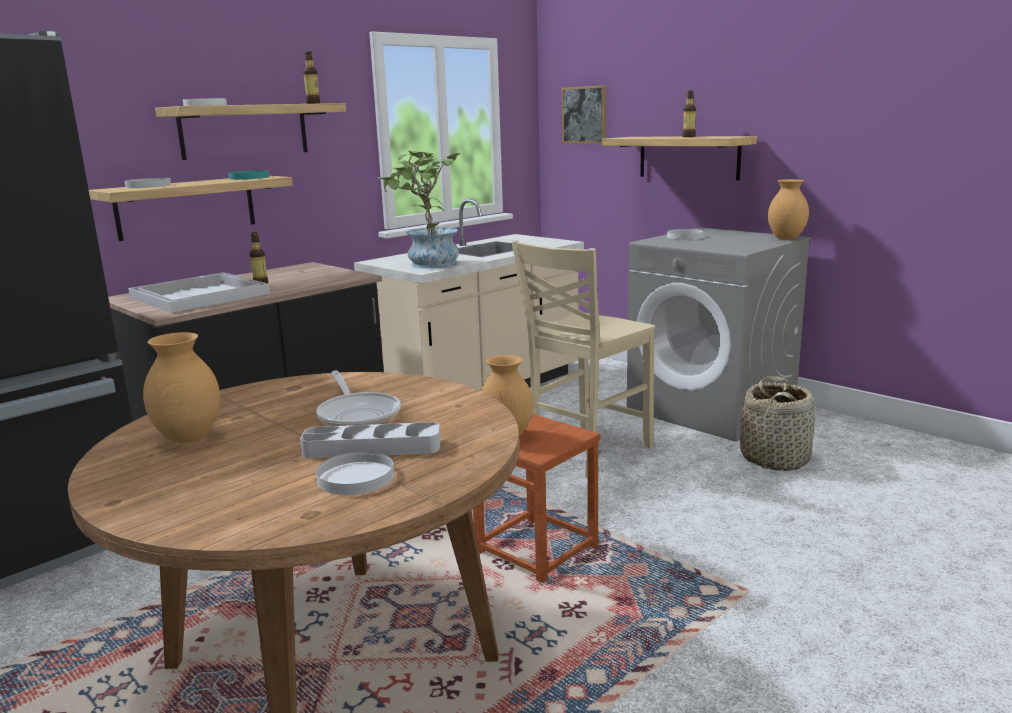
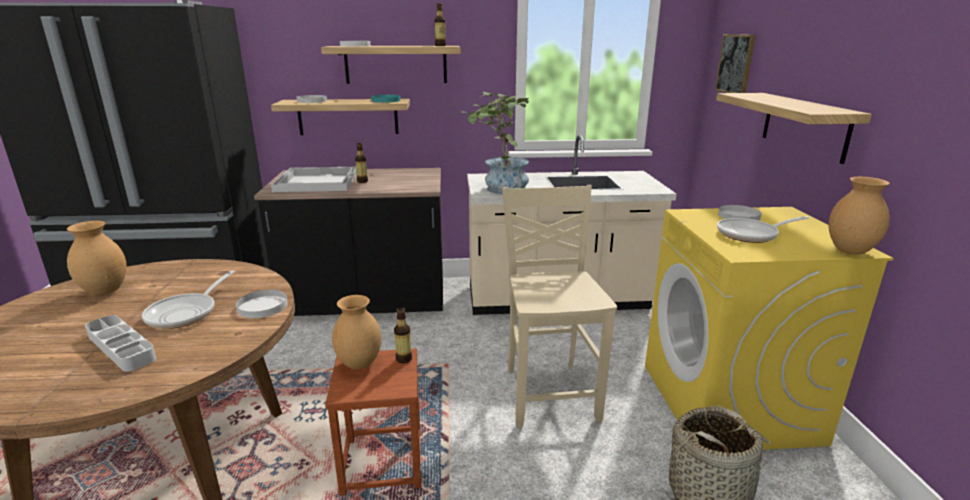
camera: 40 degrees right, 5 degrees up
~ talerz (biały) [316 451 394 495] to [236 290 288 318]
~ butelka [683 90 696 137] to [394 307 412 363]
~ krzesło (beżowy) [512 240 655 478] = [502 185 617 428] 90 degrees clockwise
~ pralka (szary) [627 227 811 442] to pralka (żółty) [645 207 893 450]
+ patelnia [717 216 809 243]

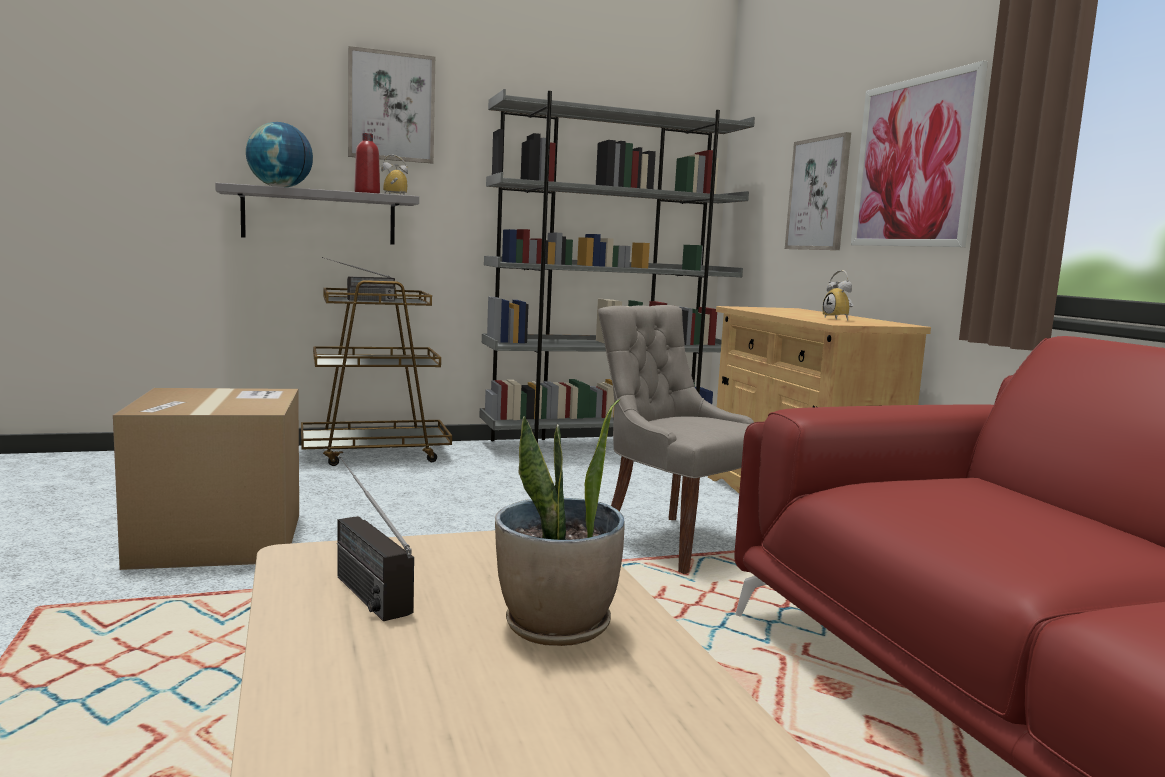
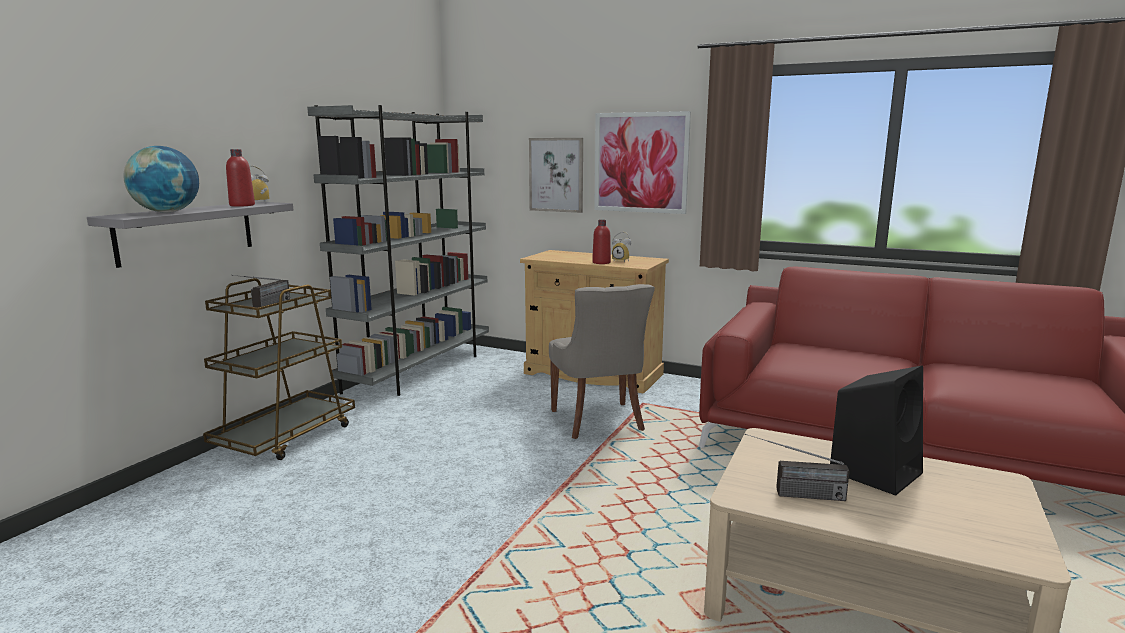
camera: 45 degrees left, 5 degrees up
~ krzesło (szary) [598 305 754 574] = [549 284 655 439] 105 degrees counterclockwise
+ butelka (czerwony) [592 220 611 264]
~ roślina doniczkowa [495 399 625 646] to głośnik (czarny) [830 366 923 496]
- karton [113 388 299 570]
- obraz [348 46 435 164]

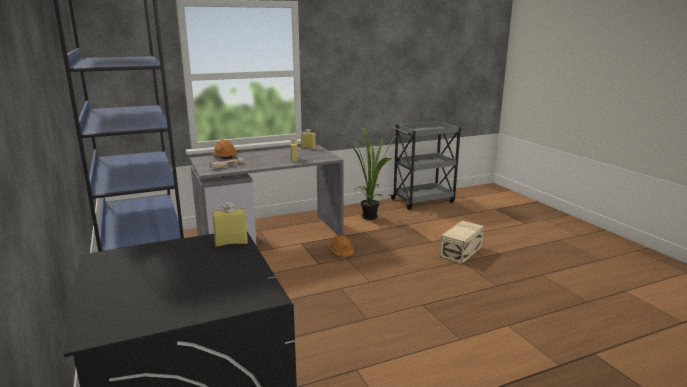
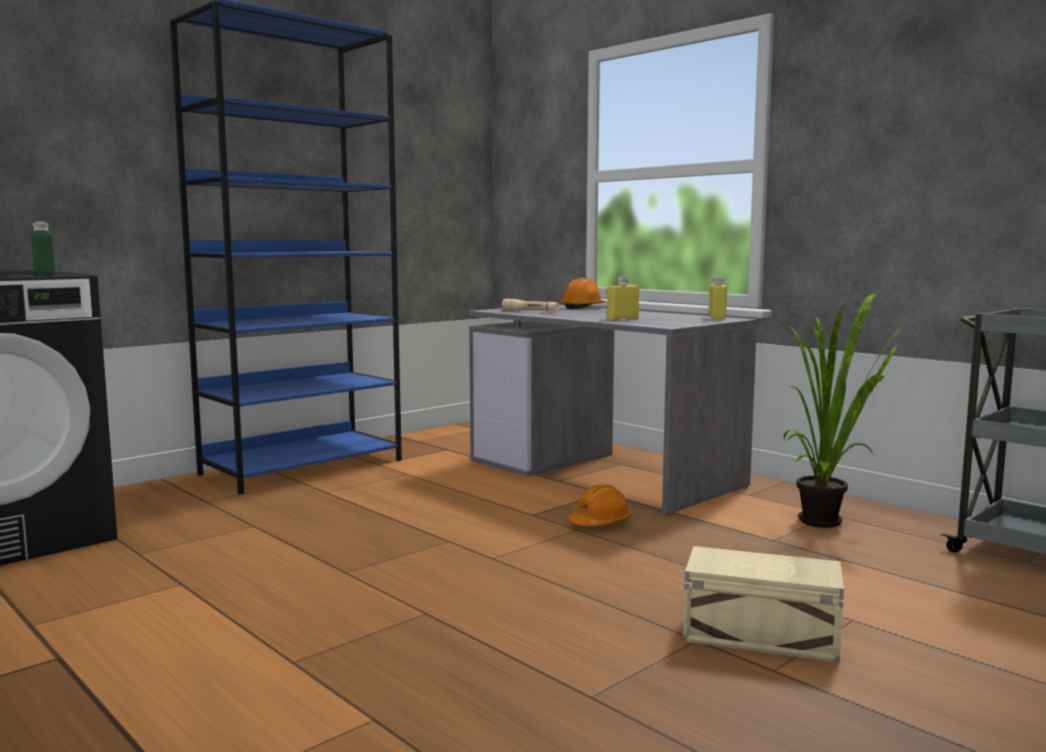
camera: 70 degrees right, 10 degrees down
~ butelka (żółty) [212 202 248 247] to butelka (zielony) [31 221 56 275]

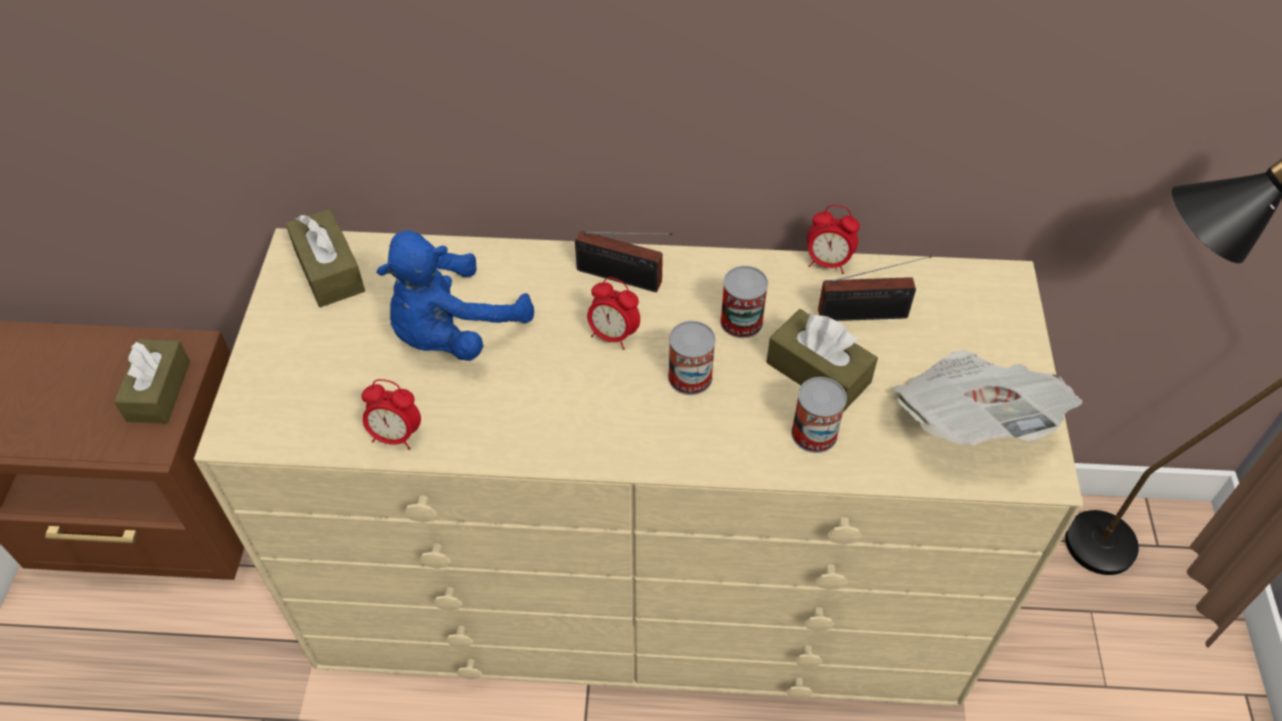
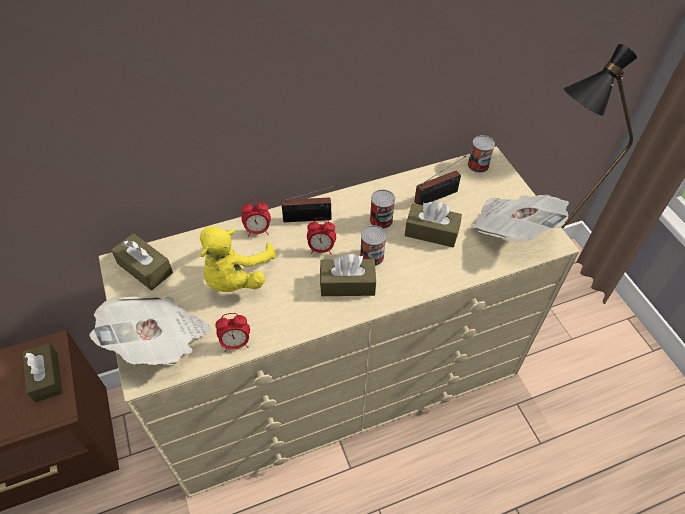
camera: 25 degrees left, 0 degrees up
+ gazeta [89 296 211 365]
~ pluszak (niebieski) [376 230 534 361] to pluszak (żółty) [200 227 276 292]
~ budzik [807 205 860 274] to [241 199 271 237]
+ pudełko chusteczek (brązowy) [320 254 376 296]
~ puszka [791 377 847 453] to [468 135 495 173]

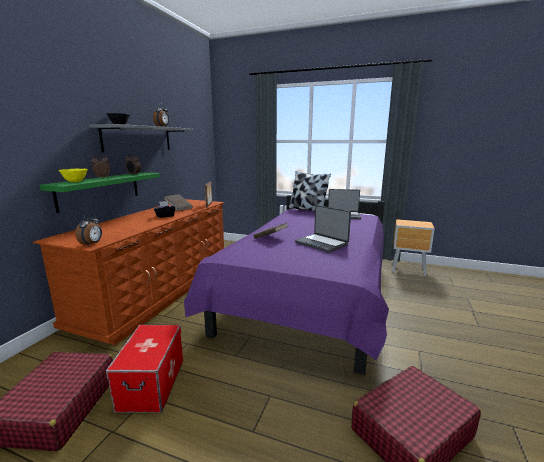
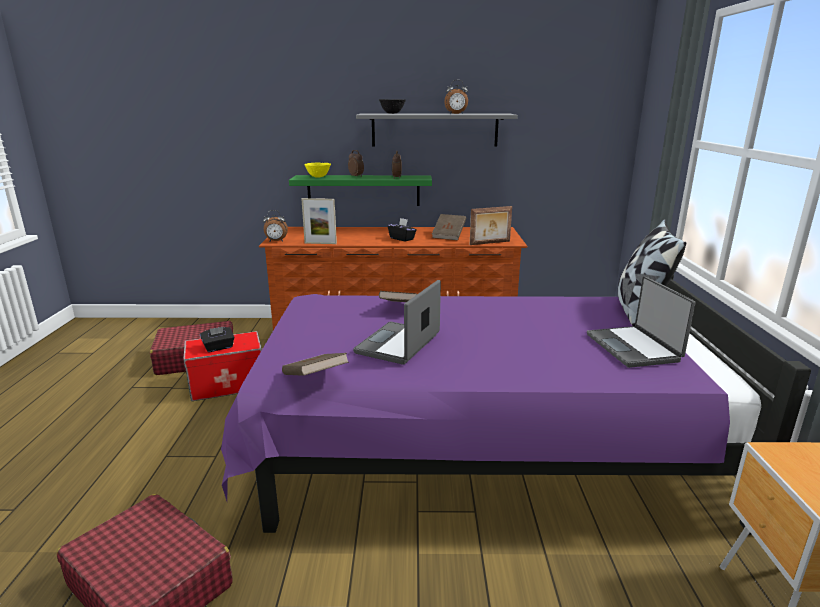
camera: 70 degrees right, 5 degrees up
+ pudełko chusteczek (czarny) [200 327 235 352]
+ książka (brązowy) [282 353 349 376]
+ ramka na zdjęcie [301 198 337 244]

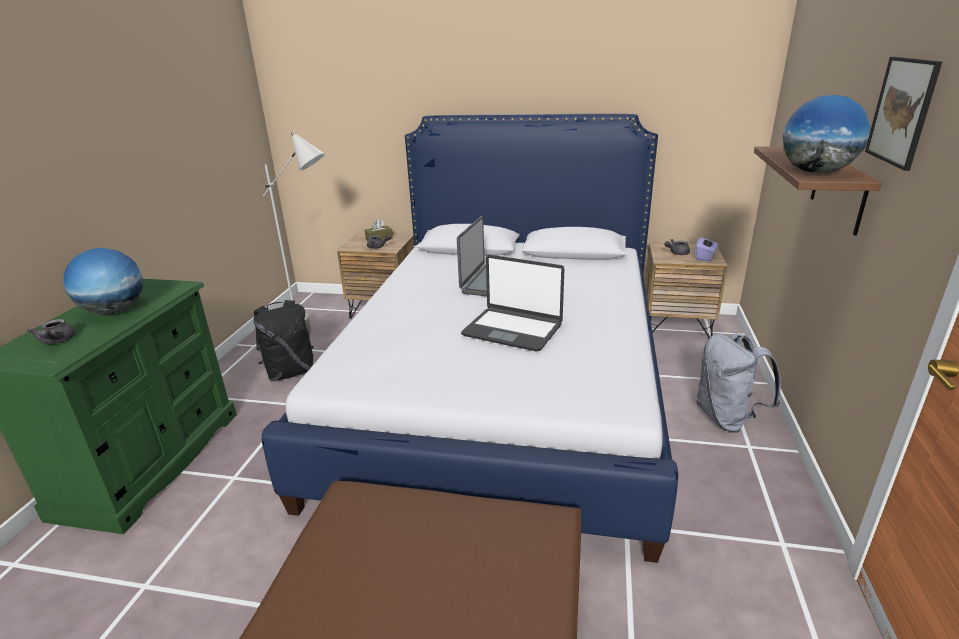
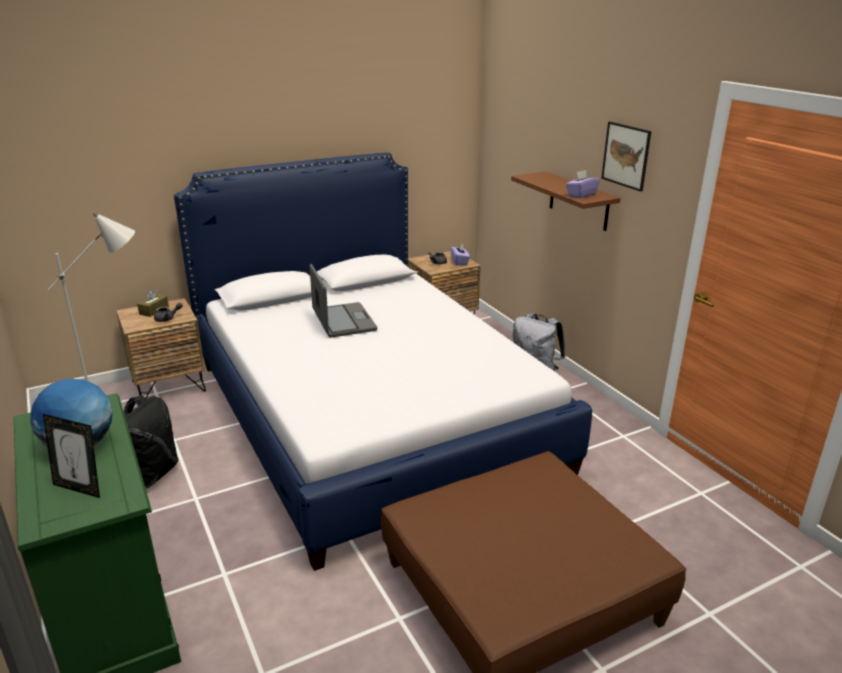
camera: 40 degrees left, 0 degrees up
~ imbryk (szary) [27 319 75 344] to ramka na zdjęcie [43 414 100 498]
~ globus [783 95 870 174] to pudełko chusteczek (fioletowy) [566 170 600 198]
- laptop [461 255 564 352]

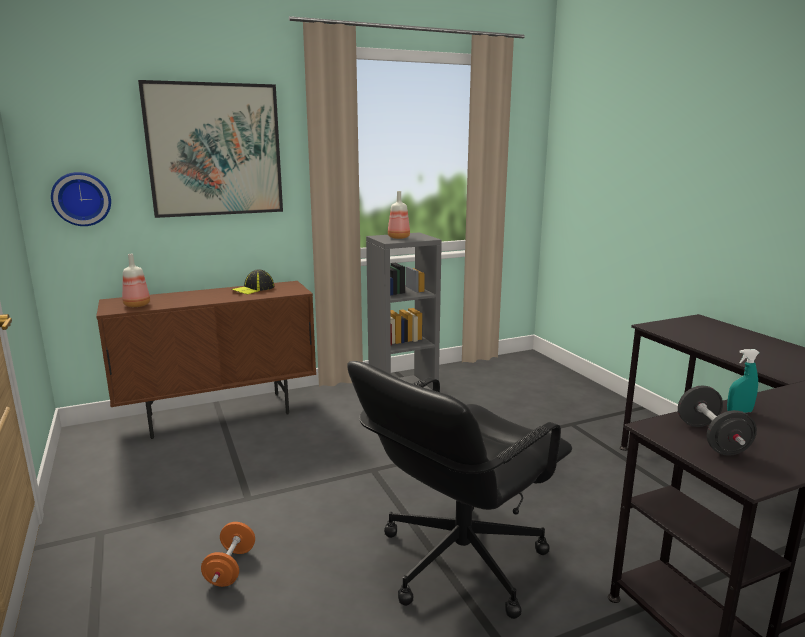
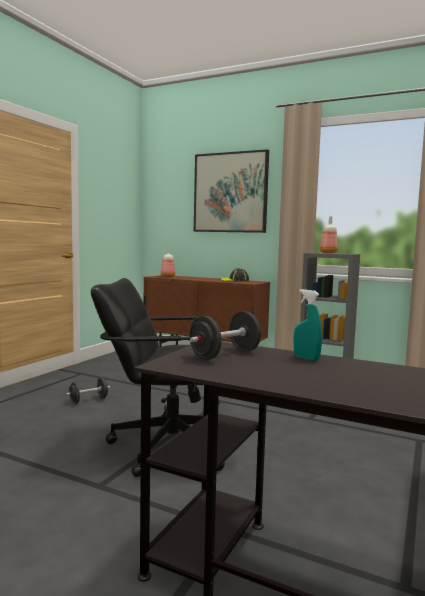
camera: 50 degrees right, 10 degrees down
~ hantel (pomarańczowy) [201 522 255 587] to hantel (czarny) [66 378 110 404]
- zegar ścienny [51 172 111 226]

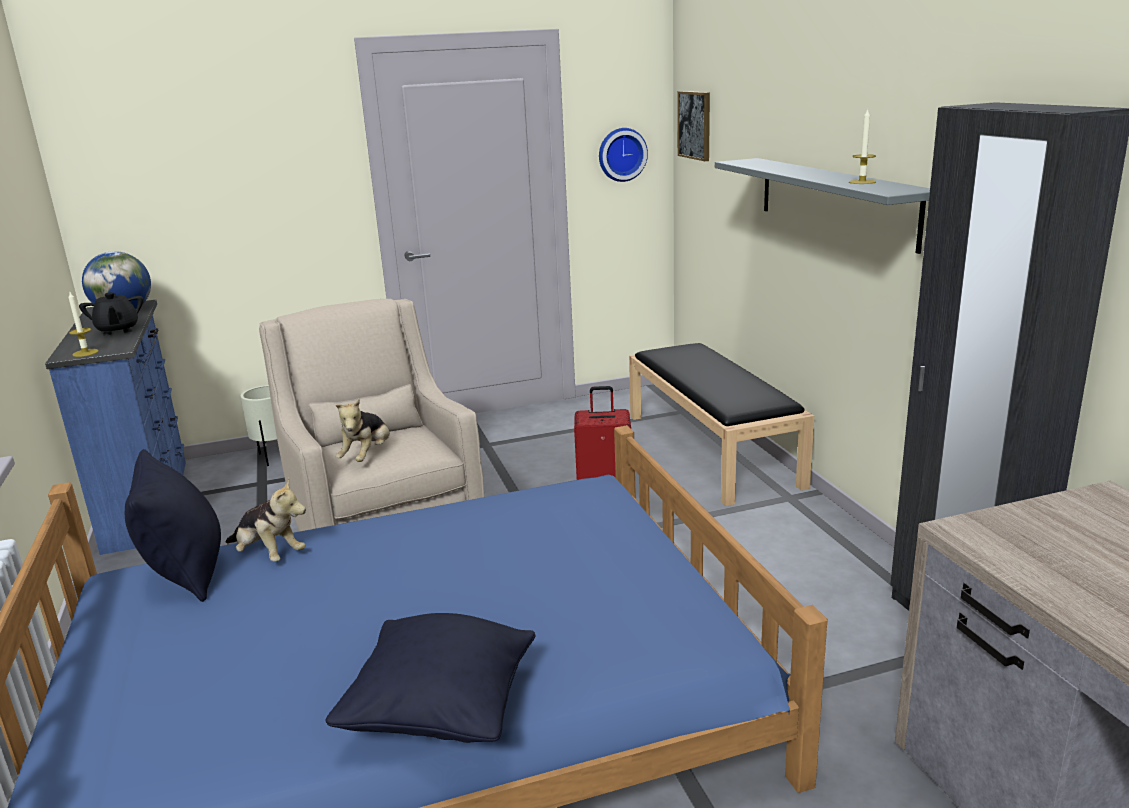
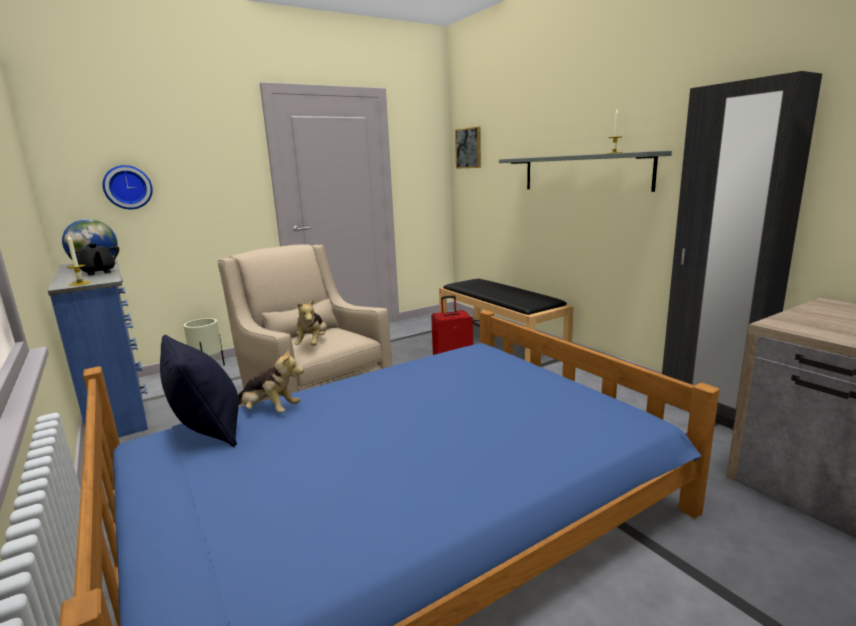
camera: 15 degrees left, 5 degrees down
~ zegar ścienny [599 128 648 182] to [102 165 153 209]
- poduszka (czarny) [325 613 536 743]

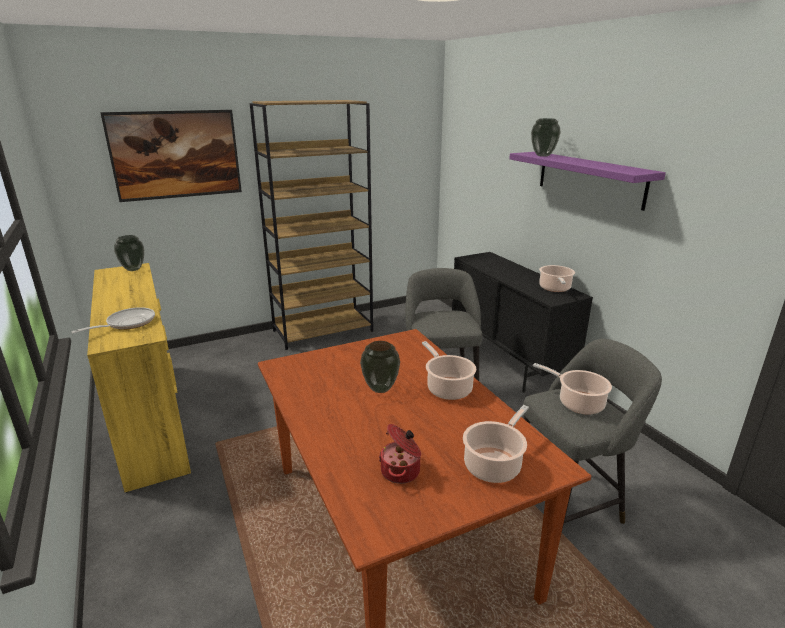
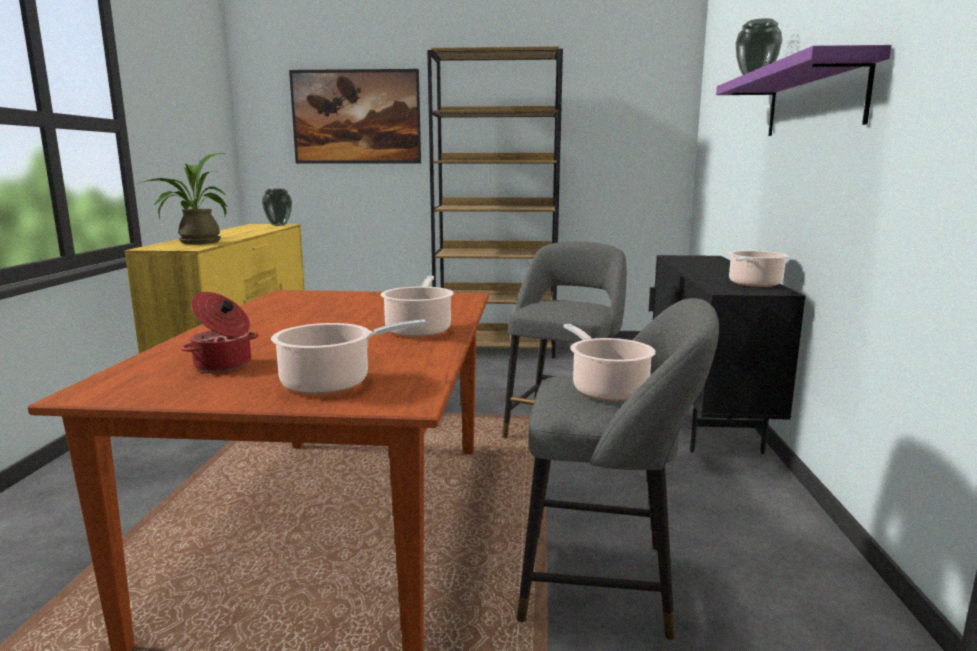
camera: 30 degrees right, 10 degrees down
~ patelnia [71 307 155 333] to roślina doniczkowa [136 153 228 244]
- wazon [360 341 400 393]

